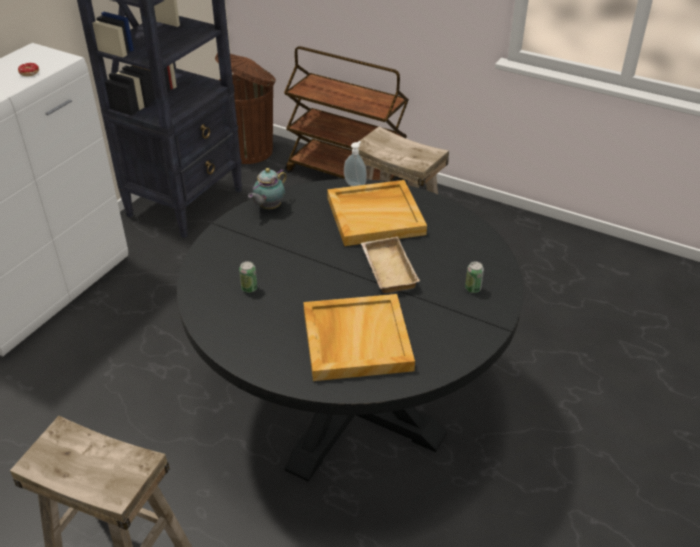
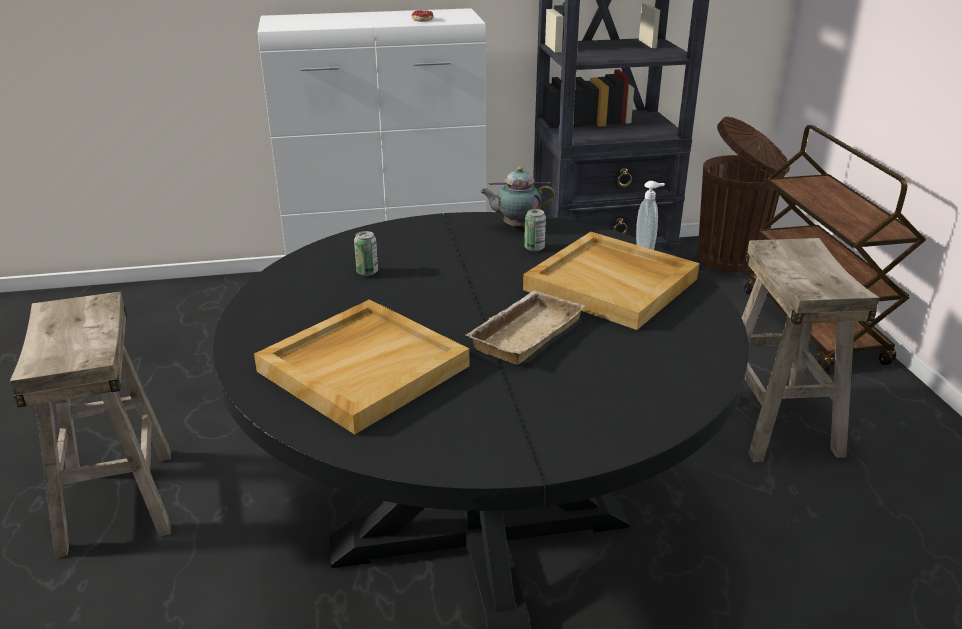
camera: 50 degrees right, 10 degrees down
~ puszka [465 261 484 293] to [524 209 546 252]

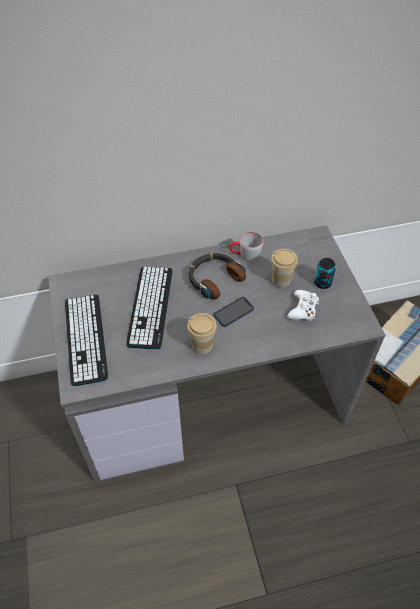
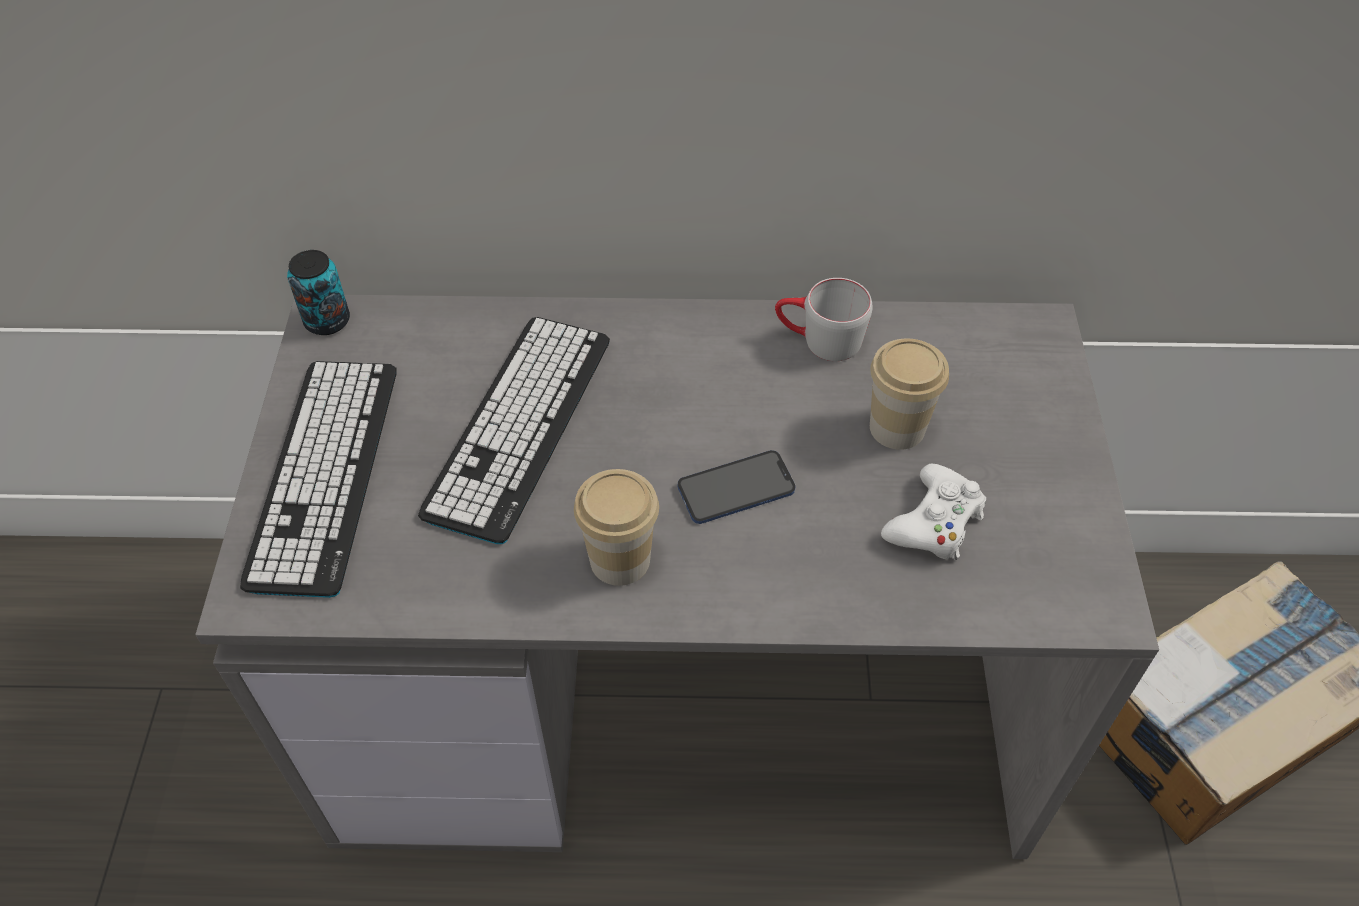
camera: 15 degrees right, 0 degrees up
~ puszka [314 258 336 289] to [287 250 350 335]
- słuchawki [188 253 246 299]

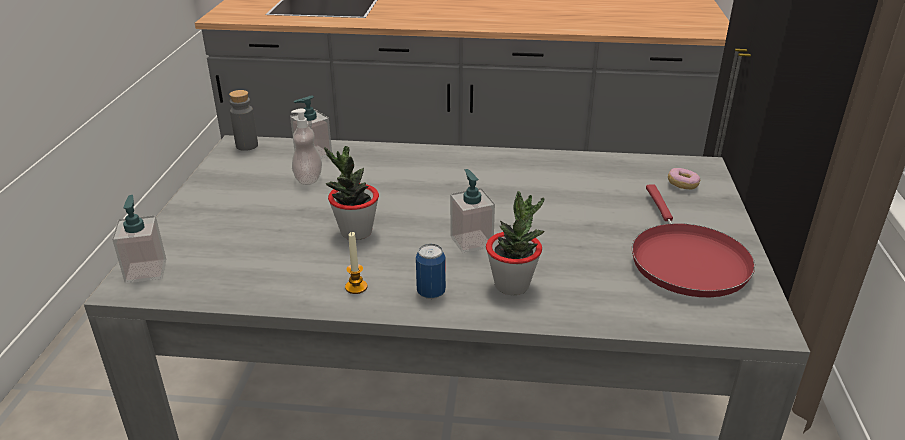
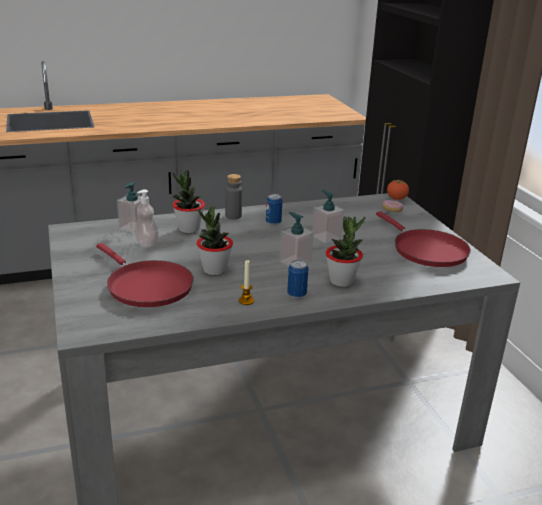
camera: 25 degrees left, 5 degrees down
+ patelnia (czerwony) [96 243 194 307]
+ roślina doniczkowa [172 171 205 233]
~ butelka (szary) [229 90 258 151] to [225 174 242 219]
+ puszka [266 194 282 225]
~ dozownik mydła [112 195 166 283] to [312 190 344 244]
+ pomidor [387 179 409 200]

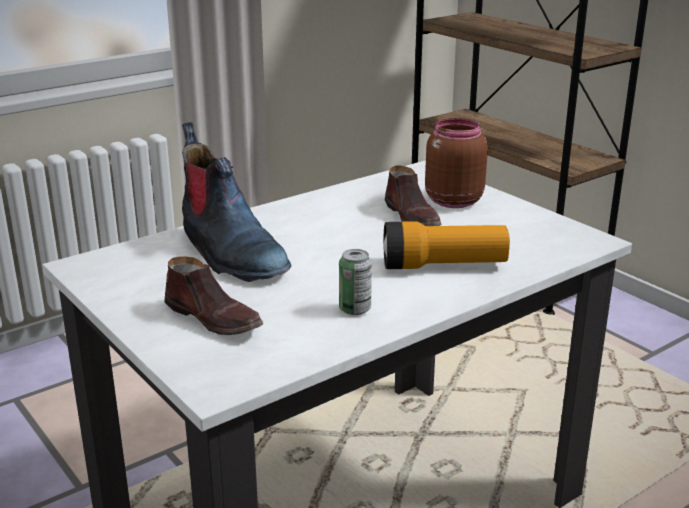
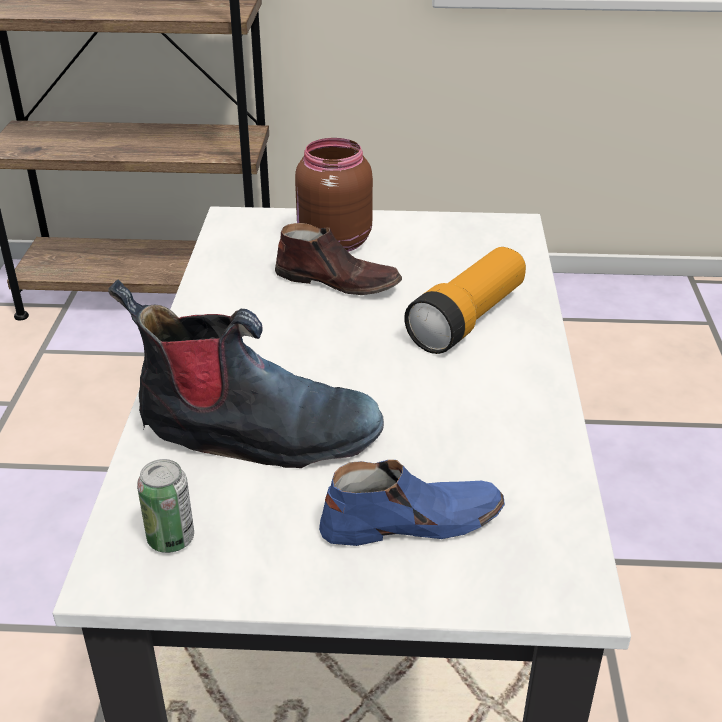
camera: 50 degrees left, 10 degrees up
~ puszka [339 249 372 315] to [137 459 194 553]
~ but (brązowy) [165 256 263 335] to but (niebieski) [319 460 505 546]

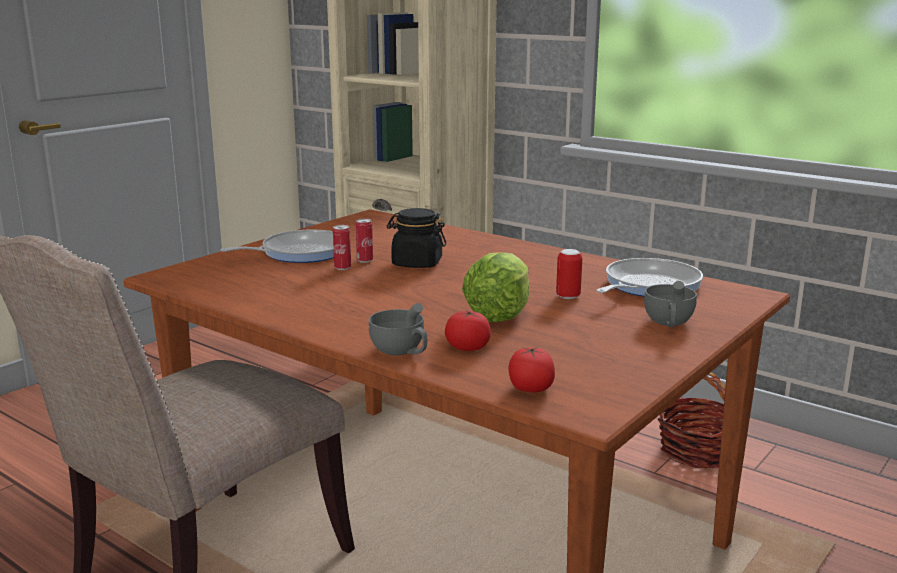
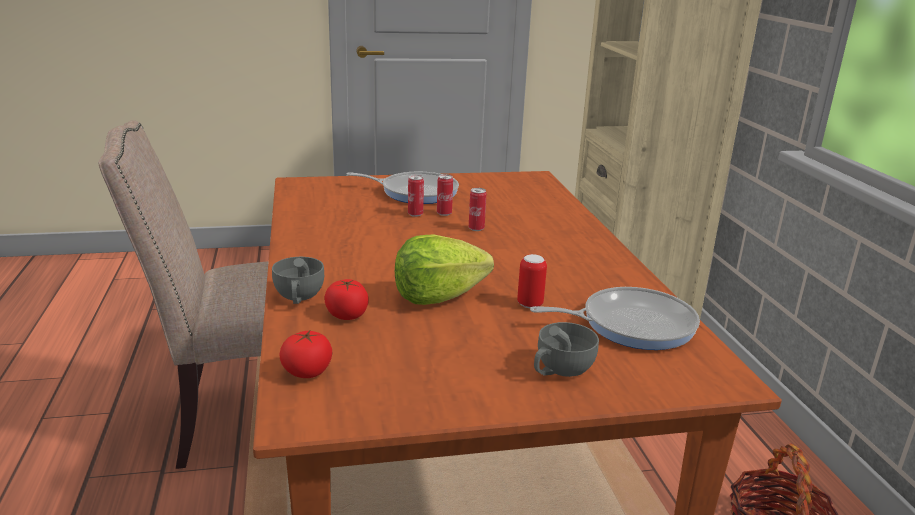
camera: 40 degrees right, 5 degrees up
~ słoik (czarny) [387 208 446 268] to puszka [469 188 486 231]

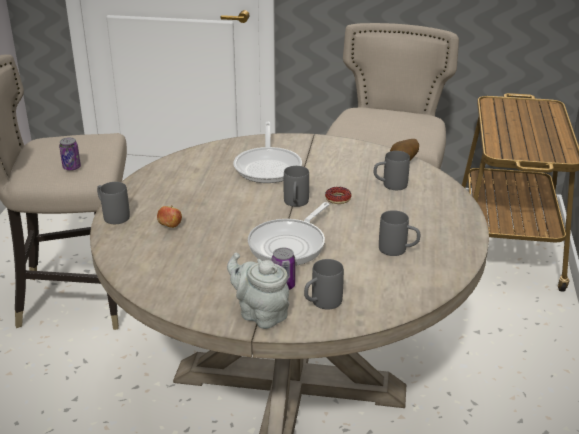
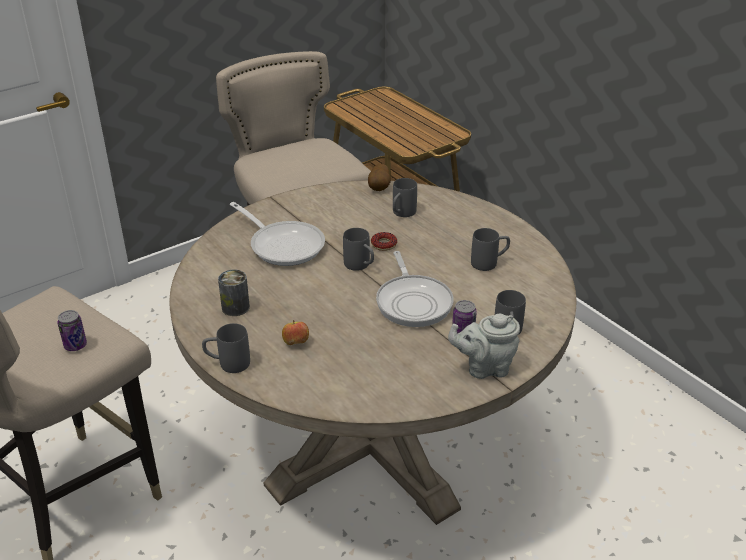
camera: 45 degrees left, 5 degrees up
+ puszka [218 270 250 316]

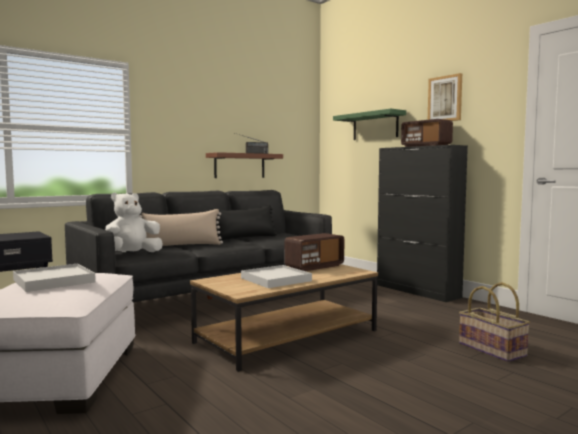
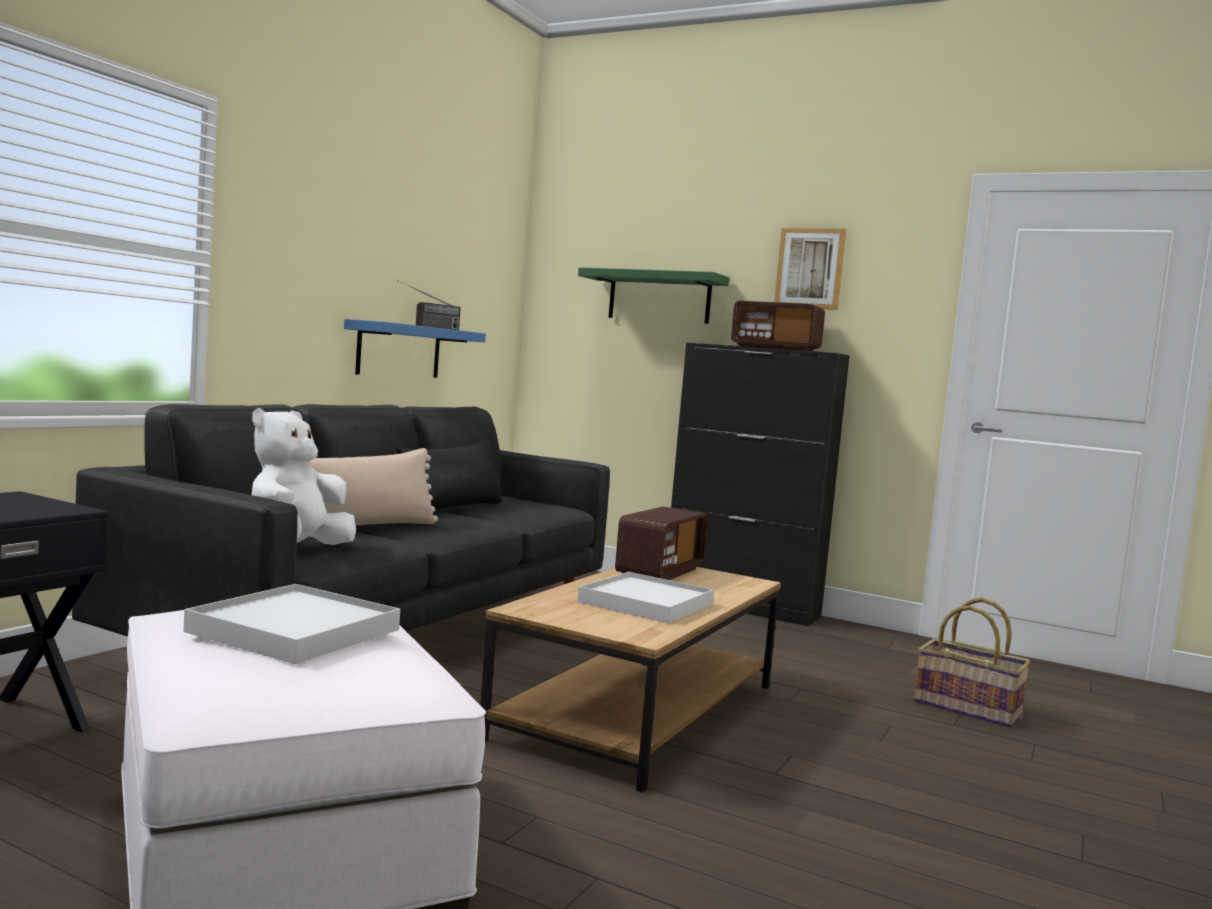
camera: 25 degrees left, 0 degrees up
~ półka (brązowy) [206 152 283 178] to półka (niebieski) [344 319 486 378]

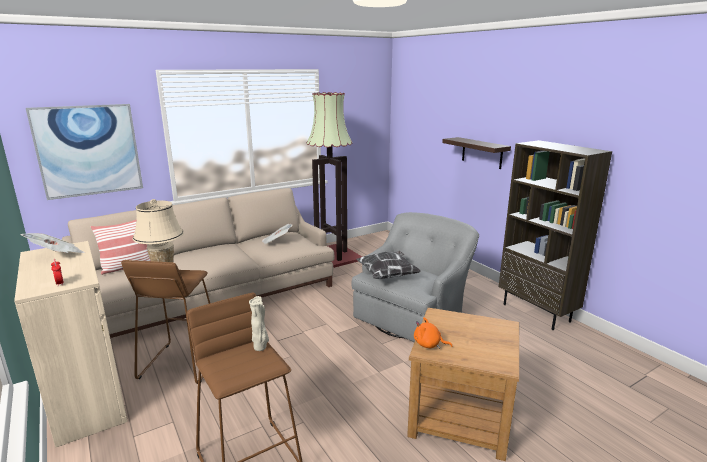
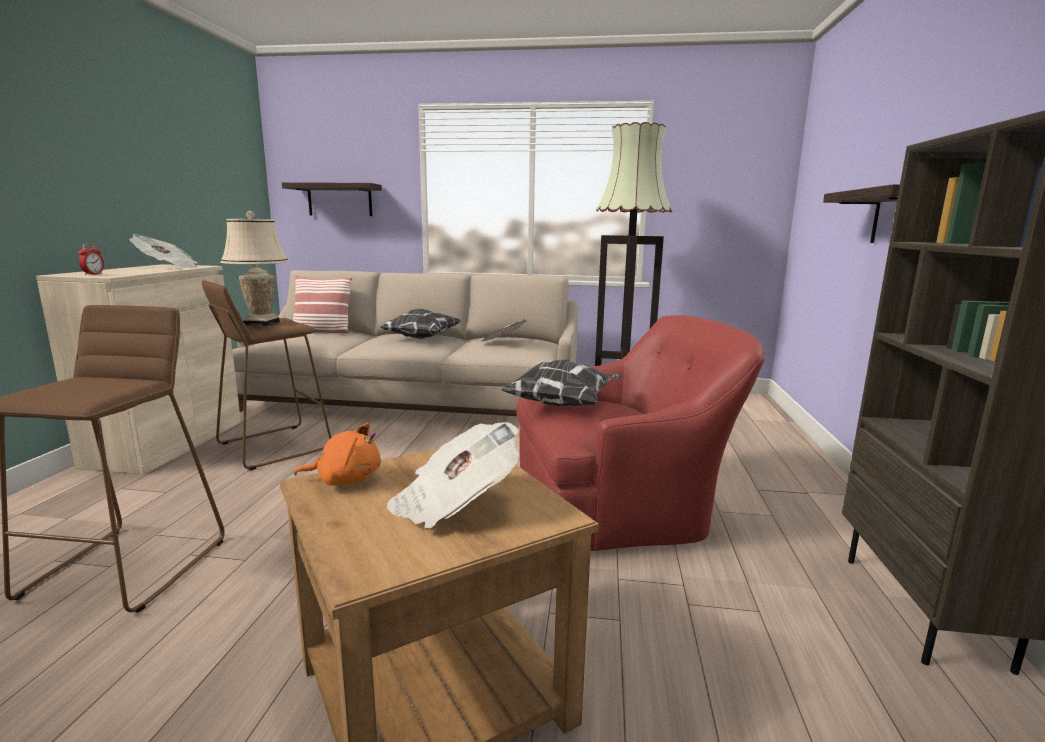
camera: 40 degrees right, 5 degrees down
~ obraz [26 104 143 200] to półka [282 182 382 216]
~ pluszak (pomarańczowy) [414 317 453 349] = [294 423 381 486] 120 degrees clockwise
+ poduszka [380 309 461 339]
+ gazeta [387 422 519 529]
~ fotel (szary) [352 212 479 342] to fotel (czerwony) [516 315 765 551]
- wazon (beżowy) [249 296 269 351]

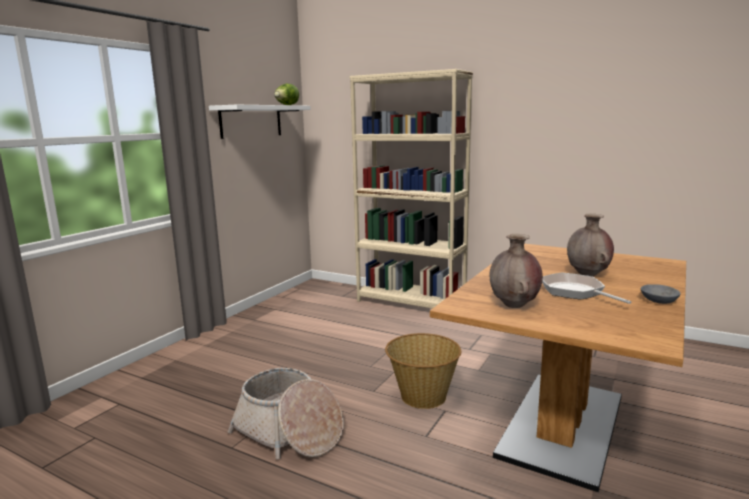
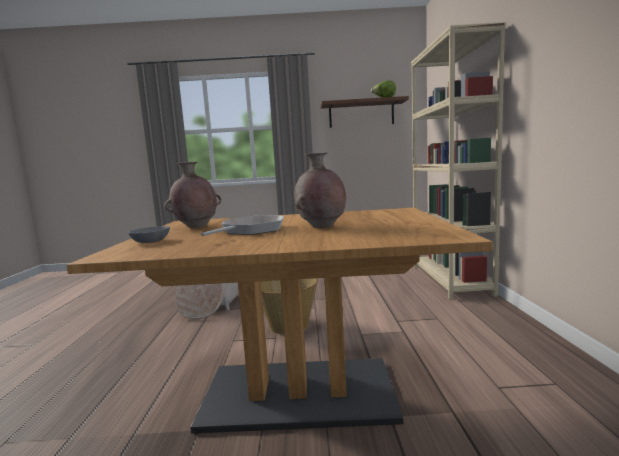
camera: 60 degrees right, 5 degrees down
~ miska (szary) [640 284 681 304] to [128 226 170 243]
~ półka (biały) [209 105 311 139] to półka (brązowy) [320 96 409 128]

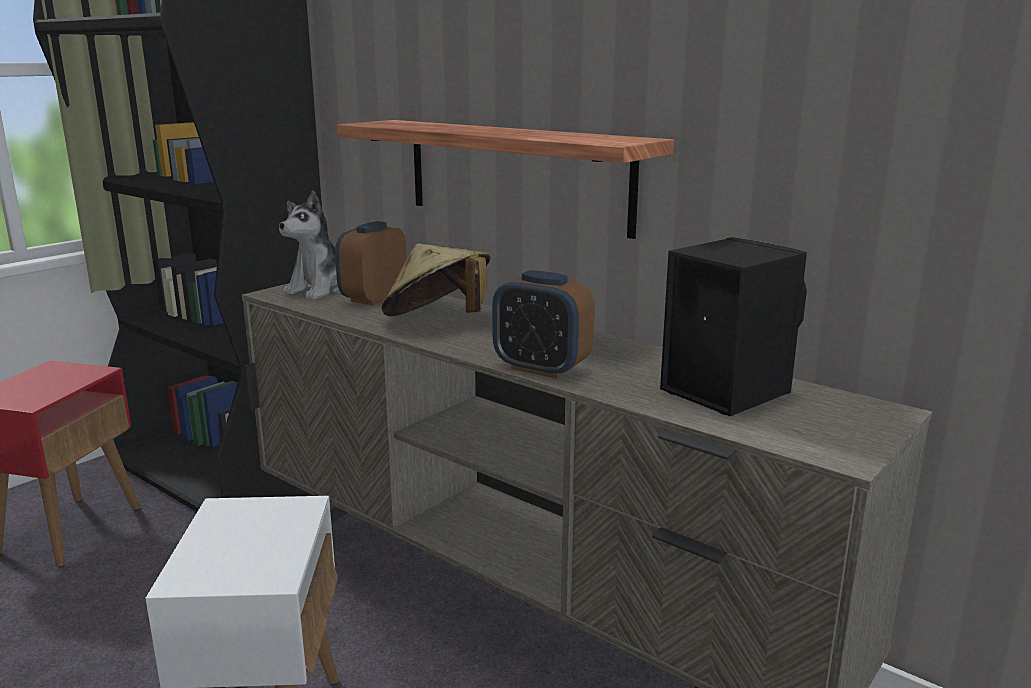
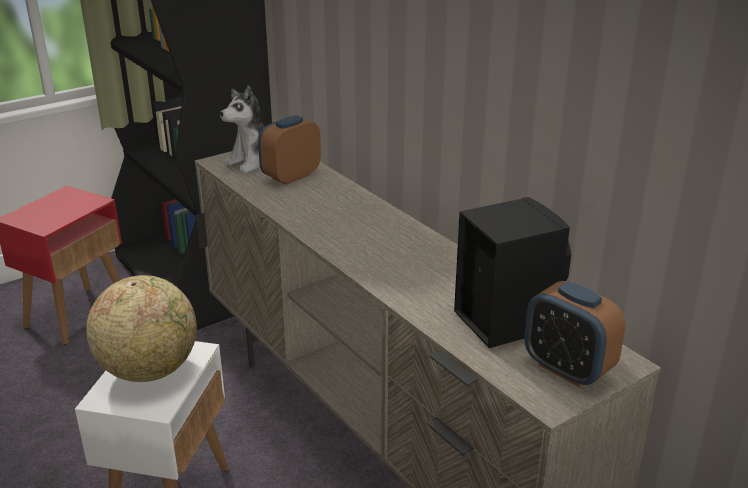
camera: 15 degrees right, 10 degrees up
+ globus [86 275 197 382]
~ budzik [492 270 595 379] to [524 281 625 387]
- półka [337 120 674 239]
- kapelusz (beżowy) [382 243 491 316]

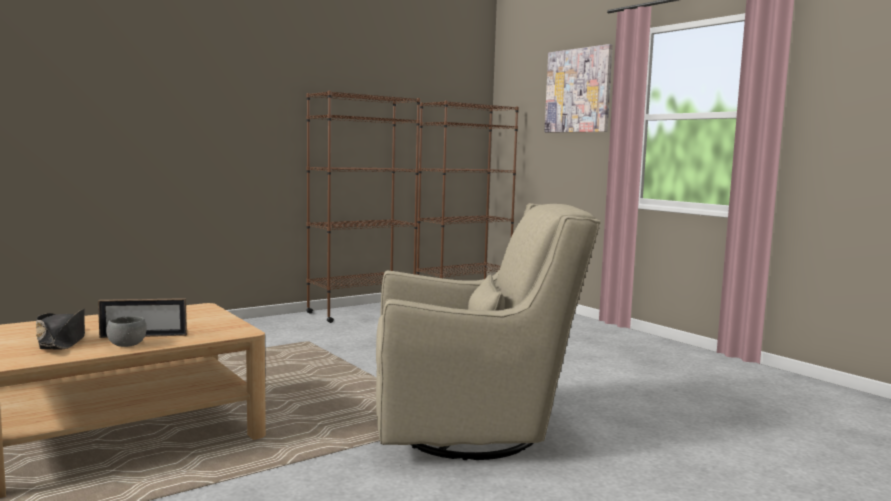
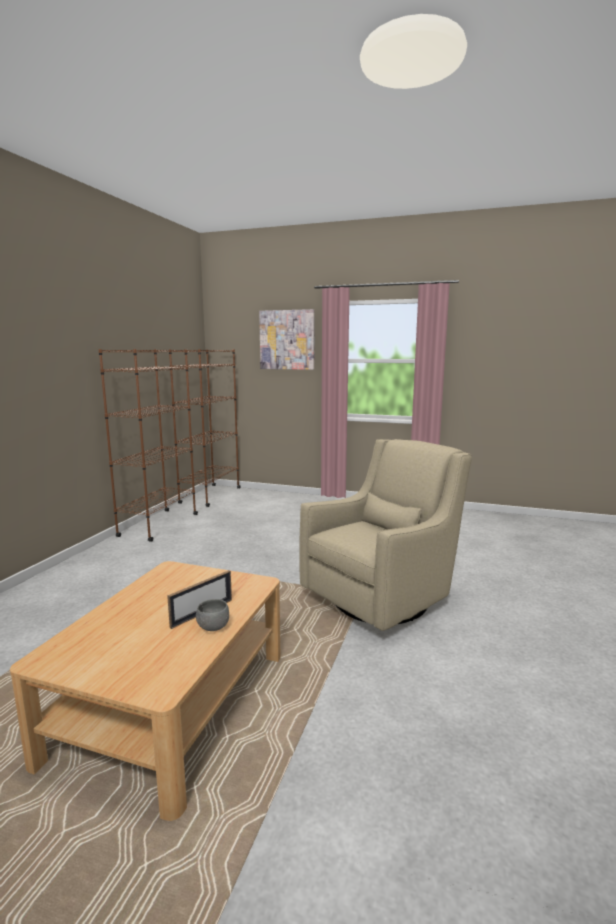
camera: 35 degrees left, 5 degrees up
- kapelusz (czarny) [36 308 85 349]

